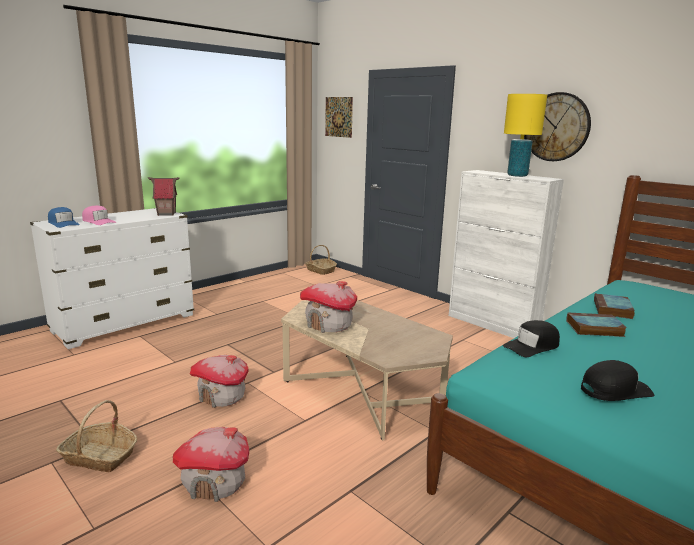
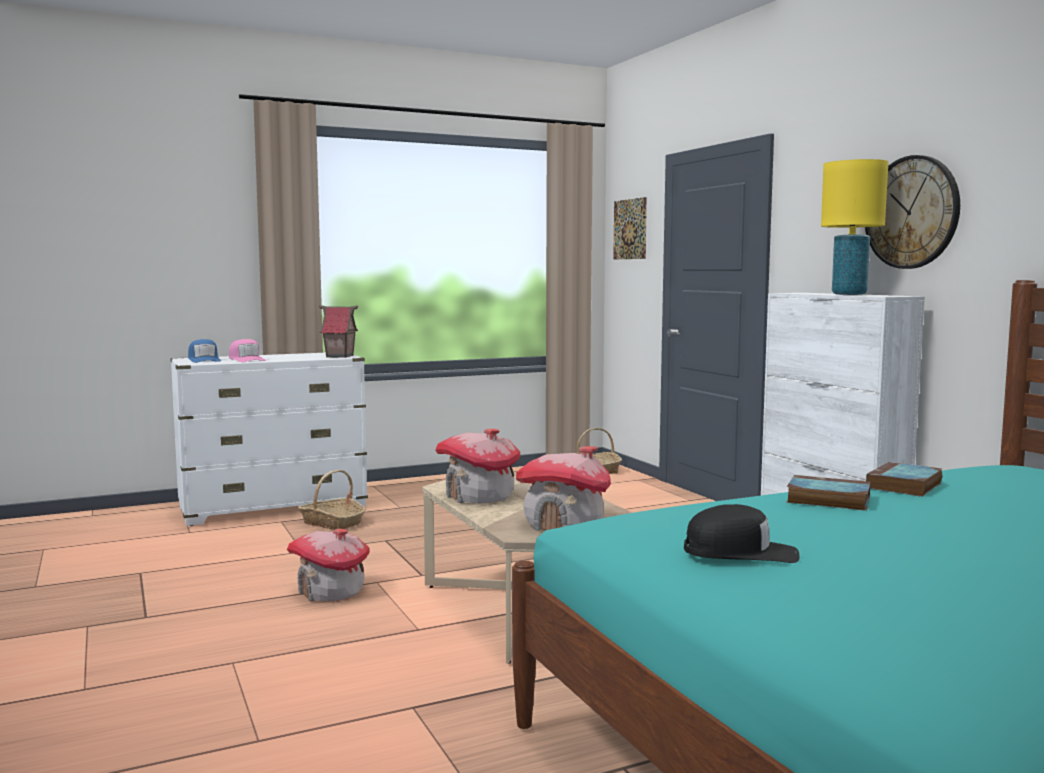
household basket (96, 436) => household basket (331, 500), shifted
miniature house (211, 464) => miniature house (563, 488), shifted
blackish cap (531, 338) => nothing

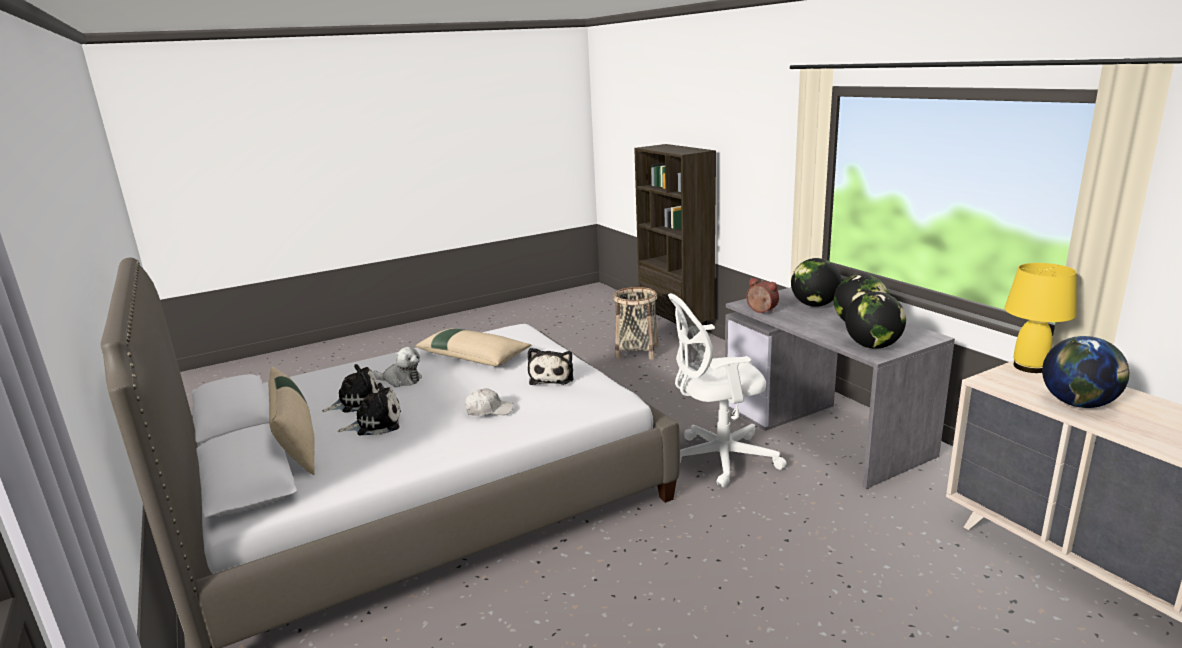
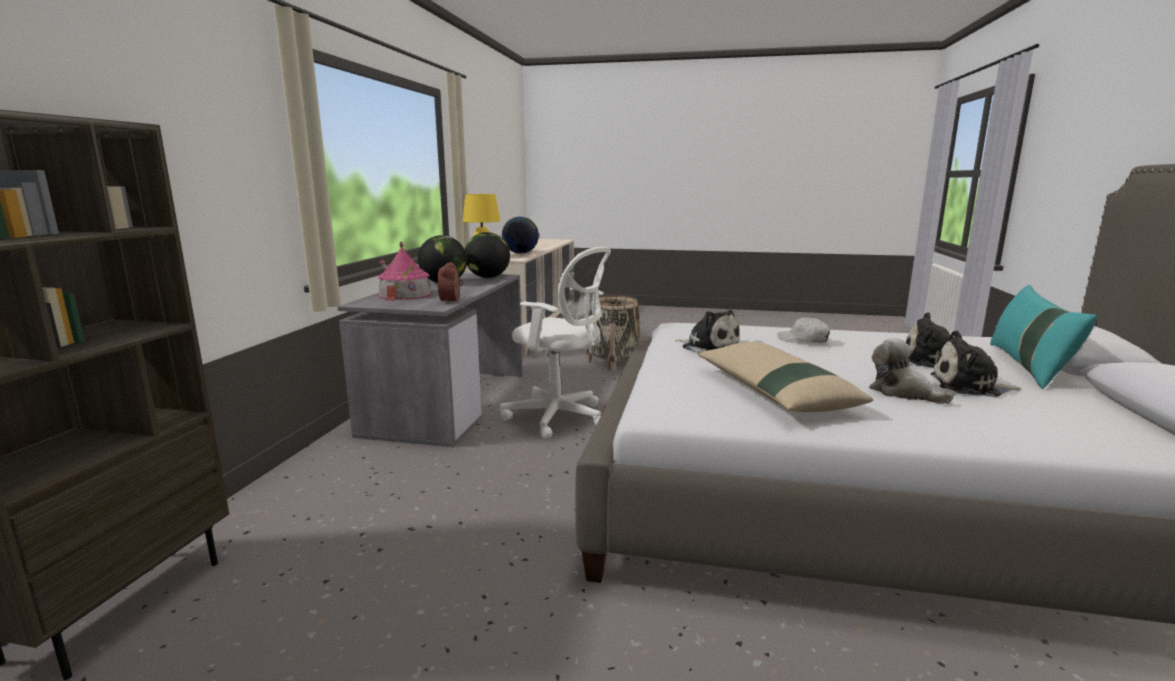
world globe (816, 282) => miniature house (405, 271)
household basket (635, 323) => household basket (613, 333), shifted
plush toy (551, 366) => plush toy (707, 332), 90 degrees clockwise
beige pillow (291, 421) => turquoise-coloured pillow (1043, 337)

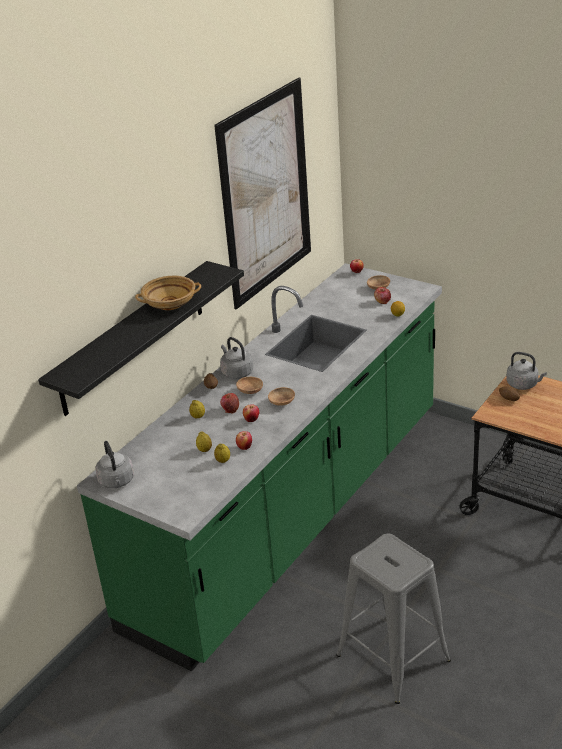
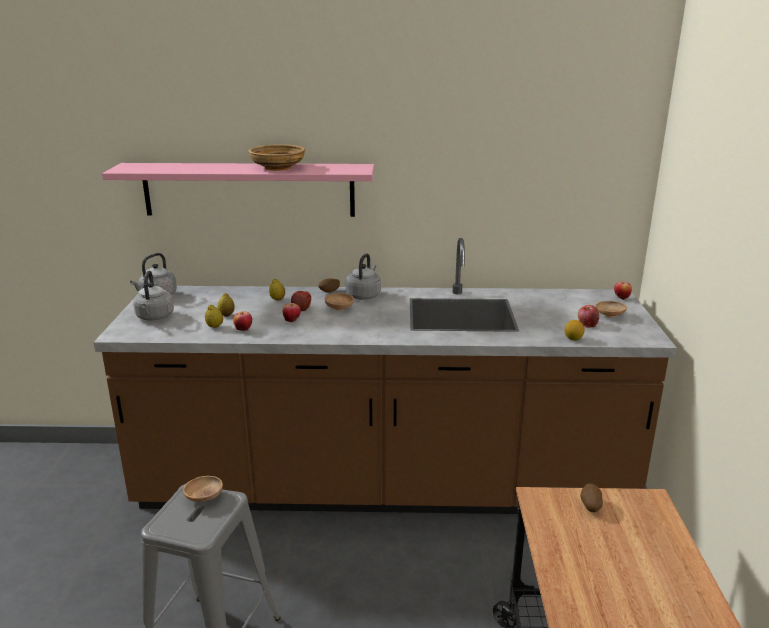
green kitchen counter (259, 467) => brownish kitchen counter (385, 376)
blackish bracket shelf (141, 338) => pink-coloured bracket shelf (238, 190)
gray tea kettle (526, 371) => gray tea kettle (153, 296), shifted
brownish serving bowl (281, 396) => brownish serving bowl (203, 489), shifted
wall art (262, 194) => nothing

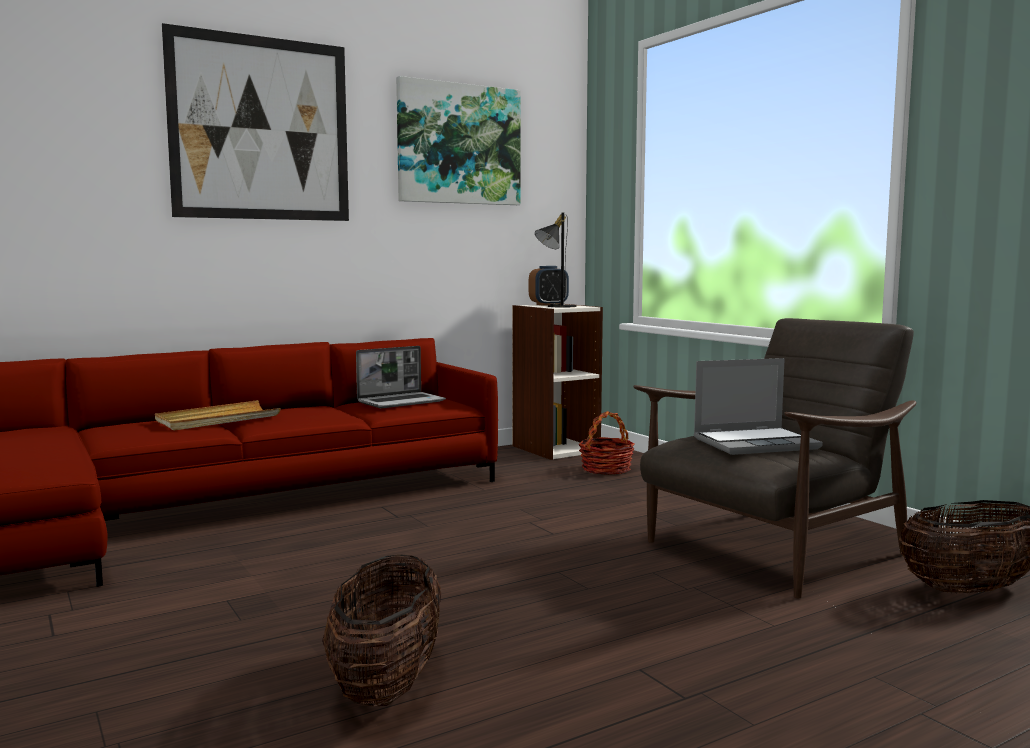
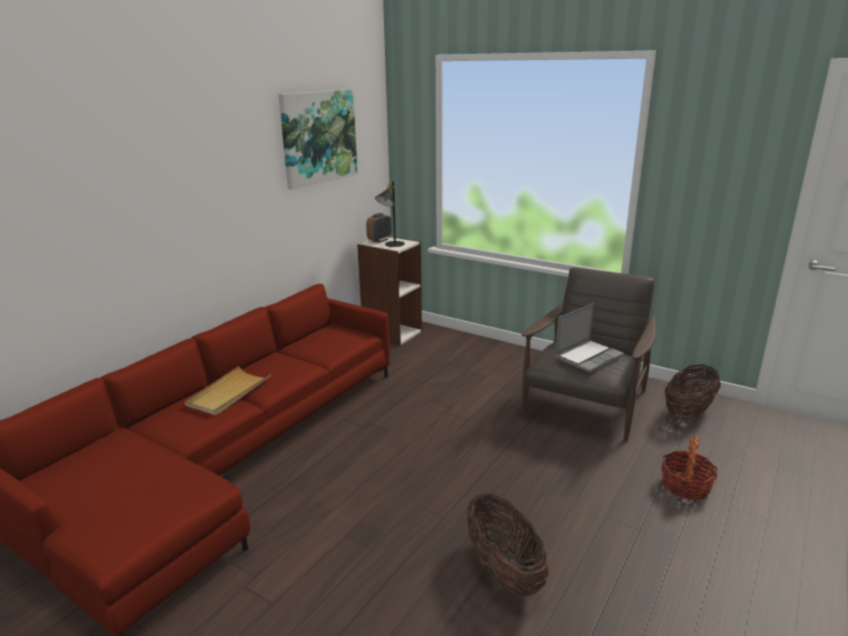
household basket (606, 443) => household basket (689, 468), shifted
wall art (255, 122) => nothing
notebook computer (401, 377) => nothing

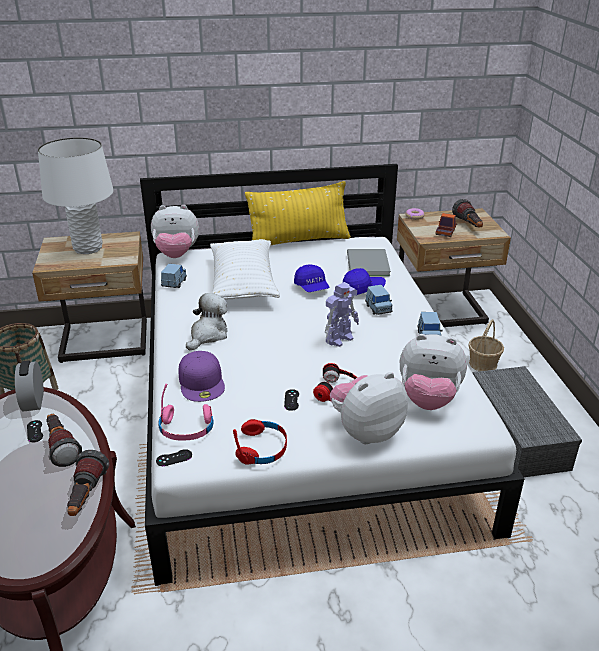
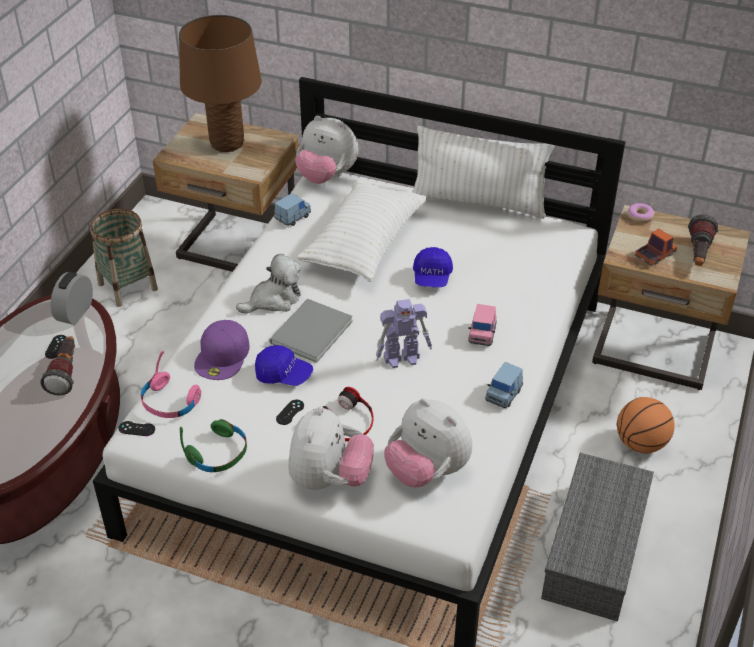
white lamp for a table (75, 196) => brownish lamp for a table (220, 83)
red headset (260, 442) => green headset (213, 445)
blue-coloured cap (364, 281) => blue-coloured cap (284, 365), shifted
gray bound book (369, 262) => gray bound book (311, 331), shifted
plush toy (369, 408) => plush toy (331, 448), 105 degrees clockwise
yellow pillow (298, 213) => white pillow (483, 172)
blue-coloured toy car (378, 300) => pink-coloured toy car (482, 325)
household basket (486, 345) => basketball (645, 425)
hand torch (88, 483) => nothing

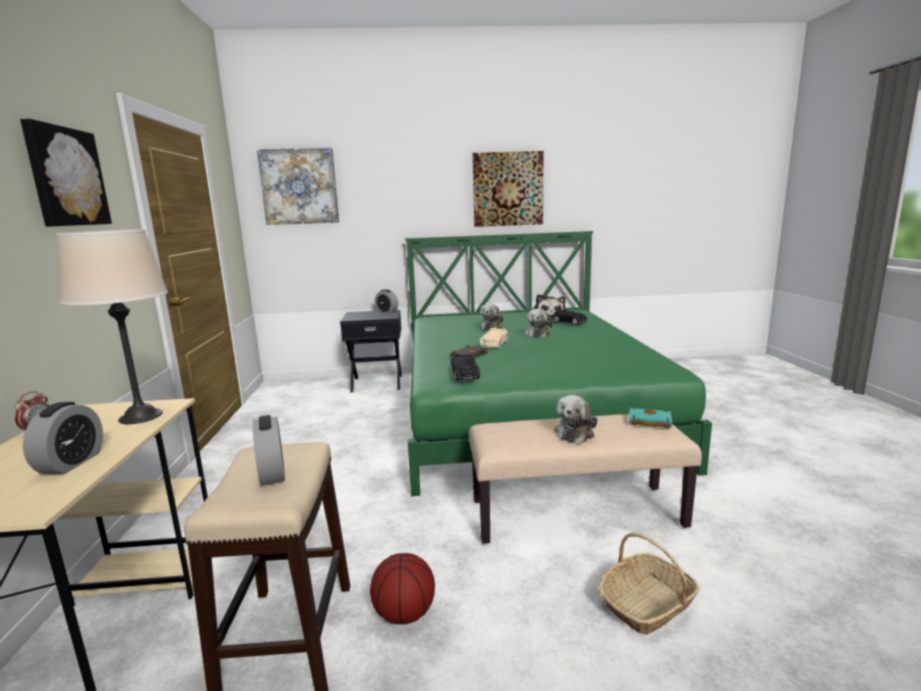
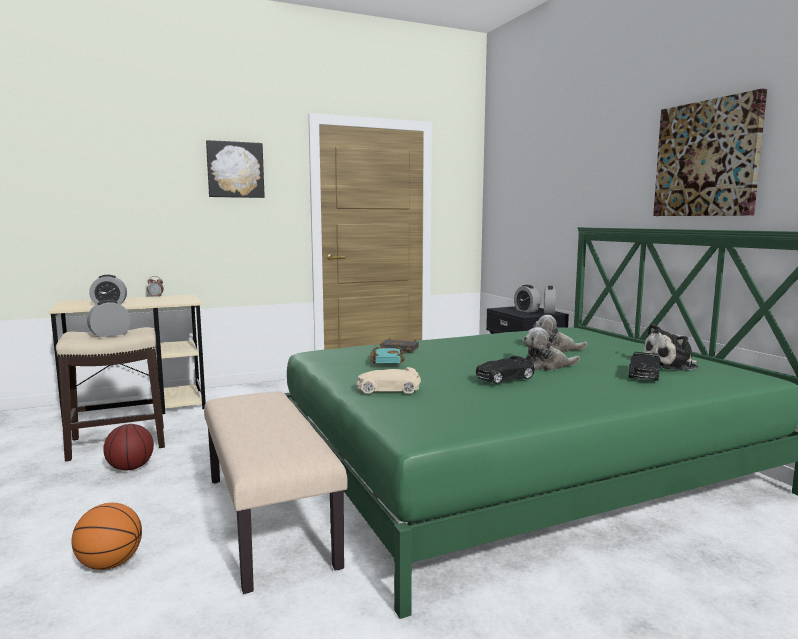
household basket (649, 583) => basketball (107, 536)
beige toy car (494, 338) => beige toy car (388, 380), shifted
turquoise-coloured bound book (650, 418) => turquoise-coloured bound book (387, 355), shifted
blackish toy car (465, 367) => blackish toy car (505, 369), shifted
nothing => alarm clock (527, 299)
beige lamp for a table (112, 326) => nothing
wall art (298, 186) => nothing
plush toy (576, 419) => nothing

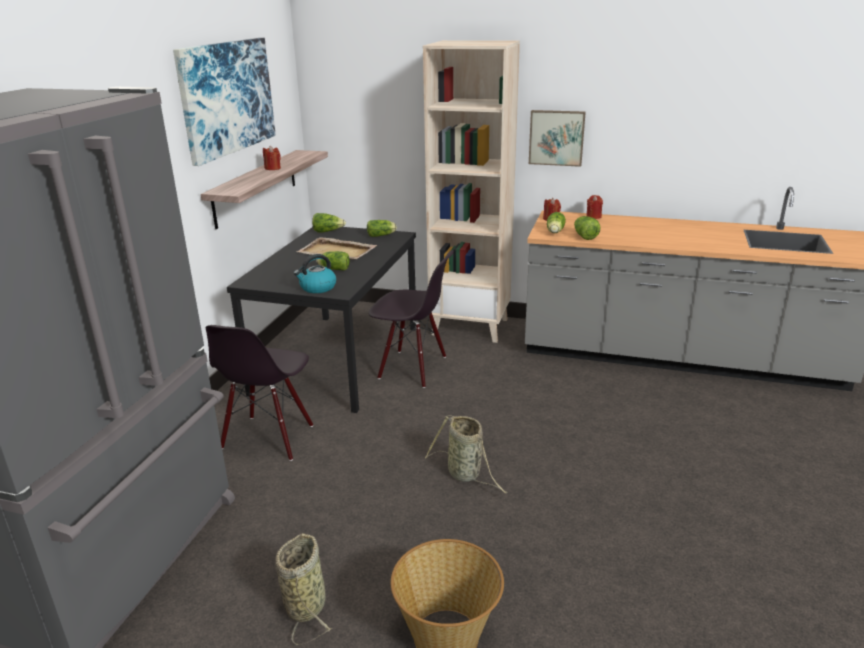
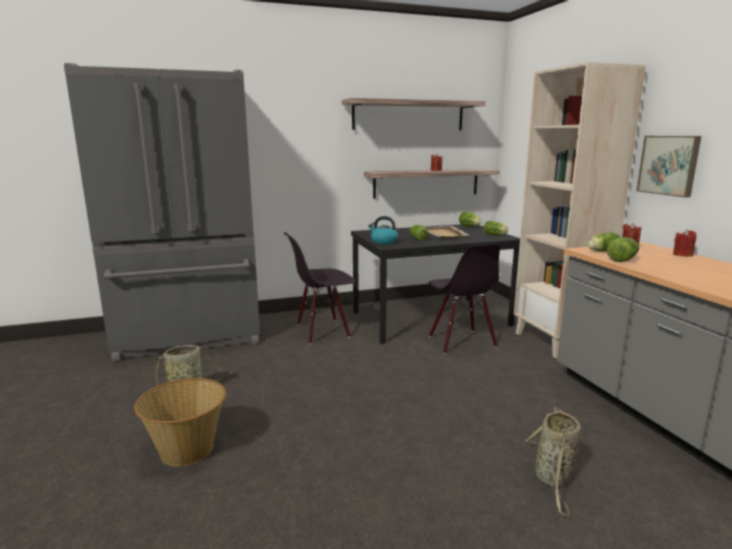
wall art (224, 102) => bracket shelf (414, 114)
household basket (466, 454) => household basket (553, 461), shifted

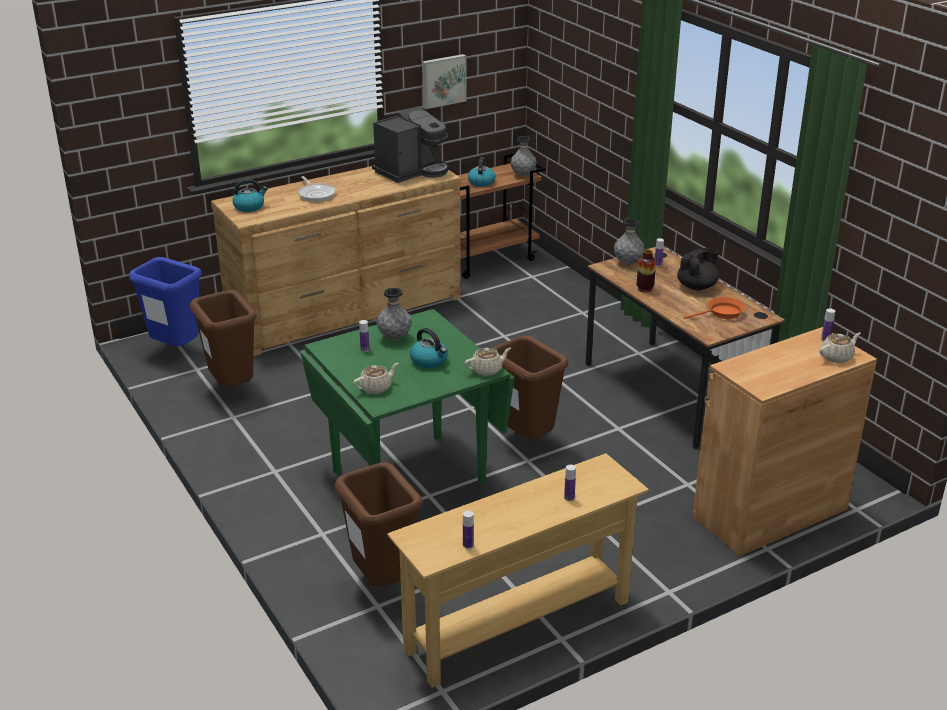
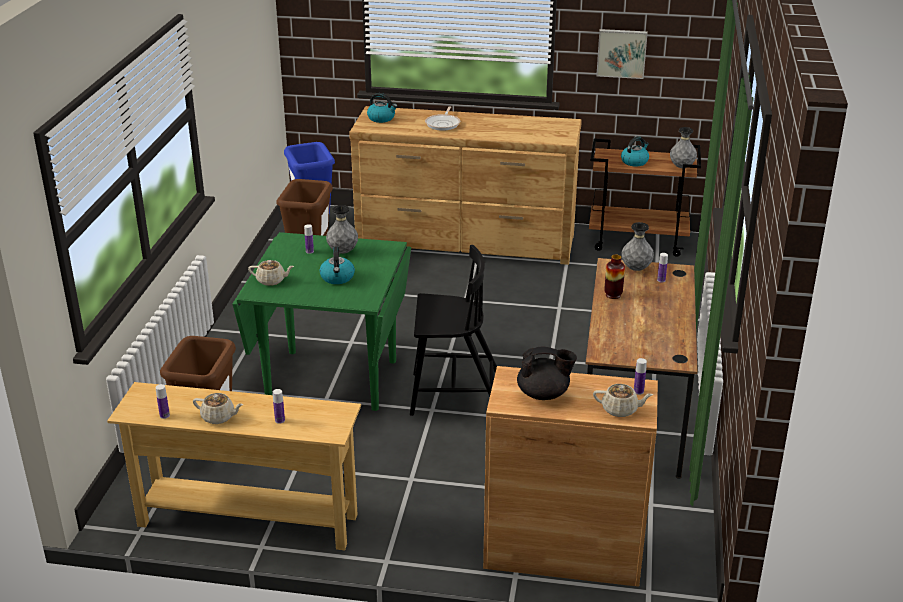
beige tea pot (488, 362) => beige tea pot (218, 408), shifted
brownish rubbish bin (530, 387) => blackish plain chair (453, 330)
blackish tea pot (698, 269) => blackish tea pot (547, 373), shifted
coffee brewer (410, 144) => nothing
orange-coloured frying pan (715, 308) => nothing

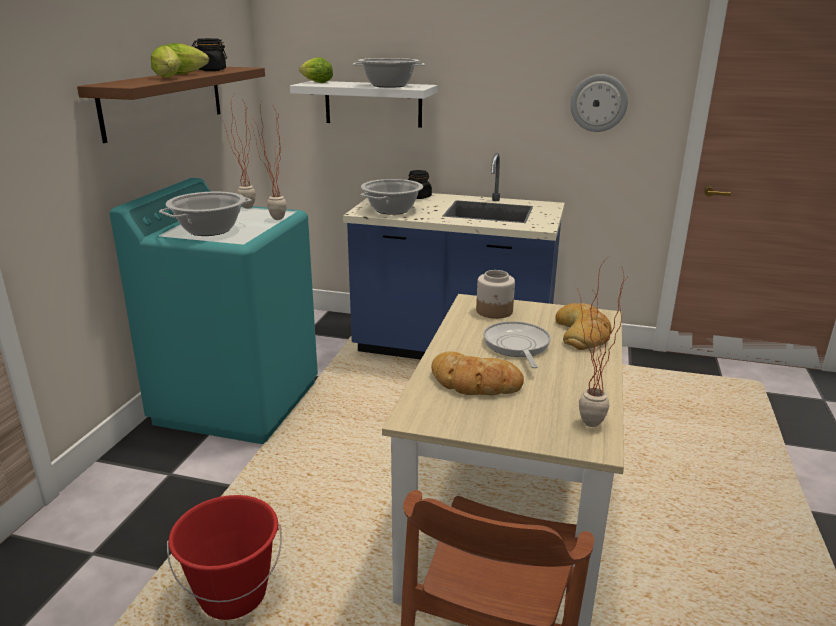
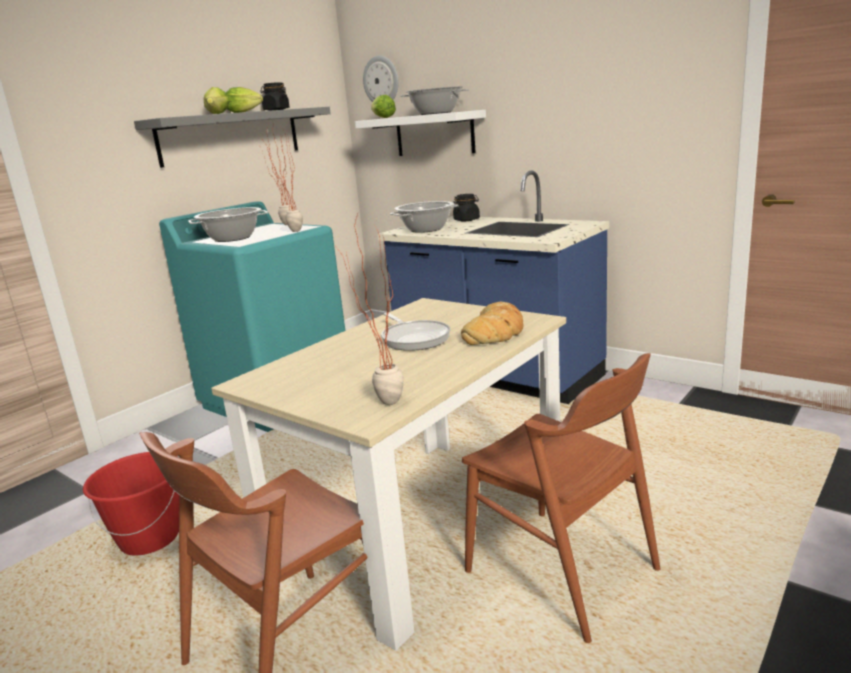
brownish bracket shelf (171, 105) => gray bracket shelf (232, 137)
wall clock (599, 103) => wall clock (381, 79), shifted
frying pan (517, 344) => frying pan (415, 332), 135 degrees clockwise
nothing => brownish plain chair (561, 498)
bread (477, 373) => nothing
storage jar (495, 294) => nothing

